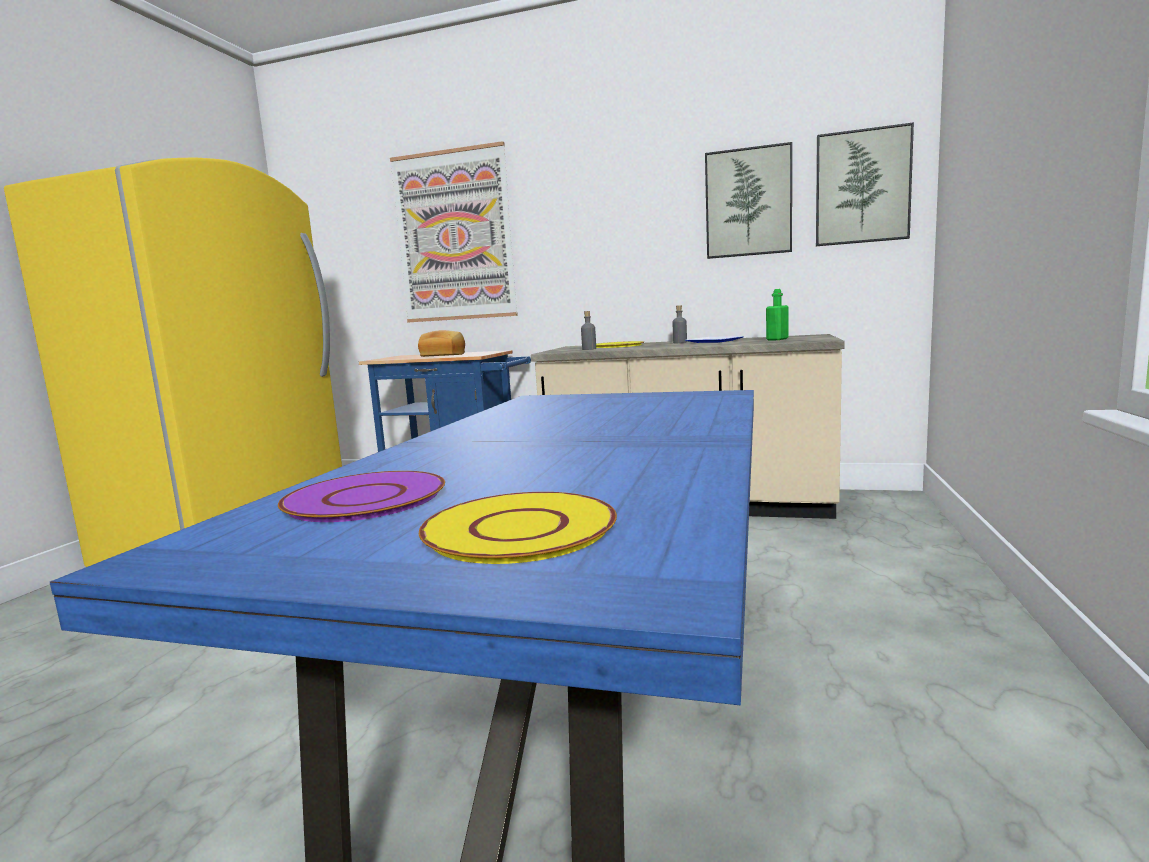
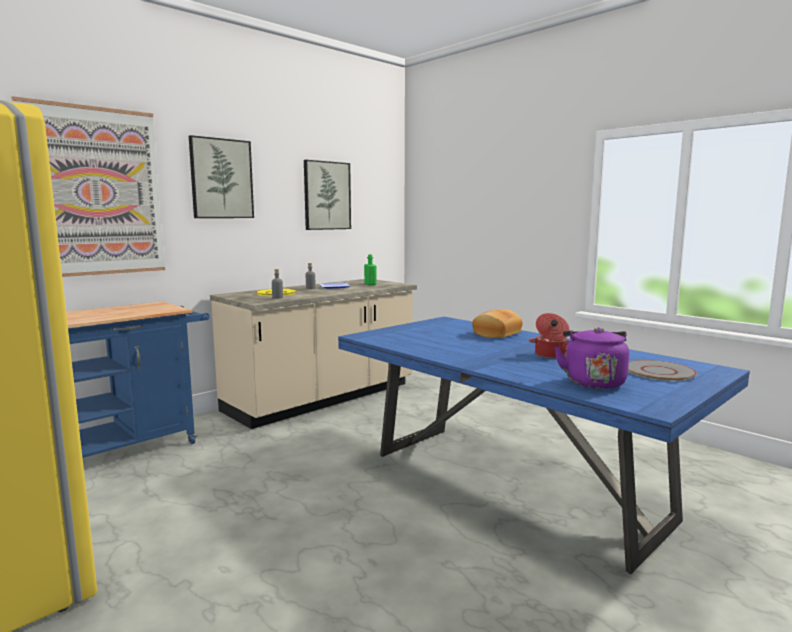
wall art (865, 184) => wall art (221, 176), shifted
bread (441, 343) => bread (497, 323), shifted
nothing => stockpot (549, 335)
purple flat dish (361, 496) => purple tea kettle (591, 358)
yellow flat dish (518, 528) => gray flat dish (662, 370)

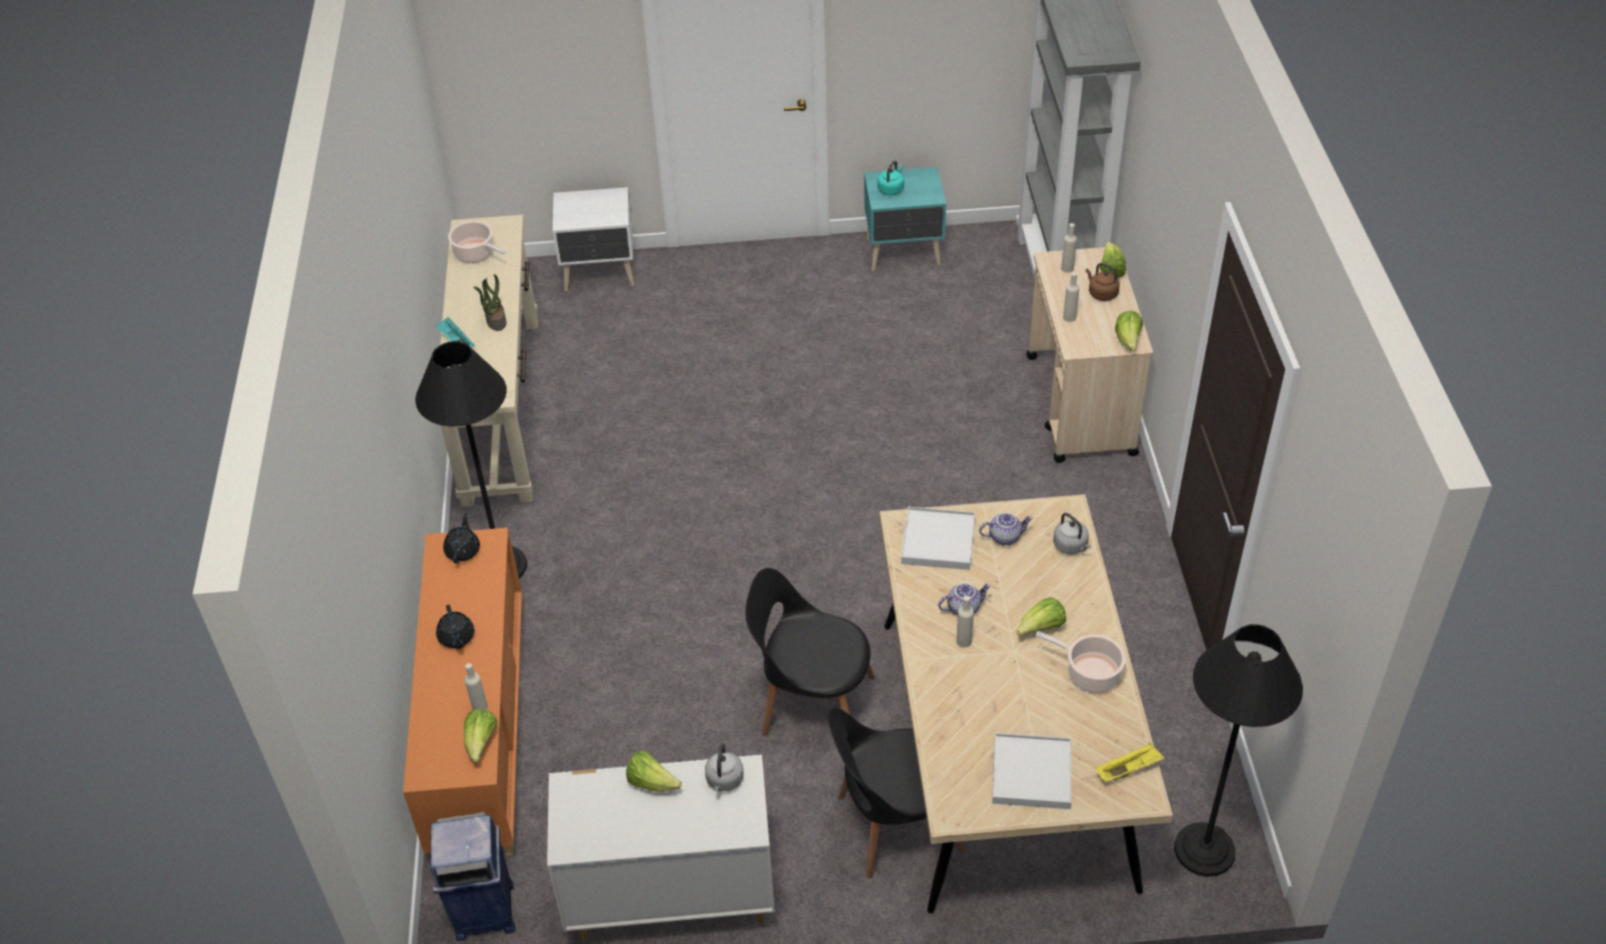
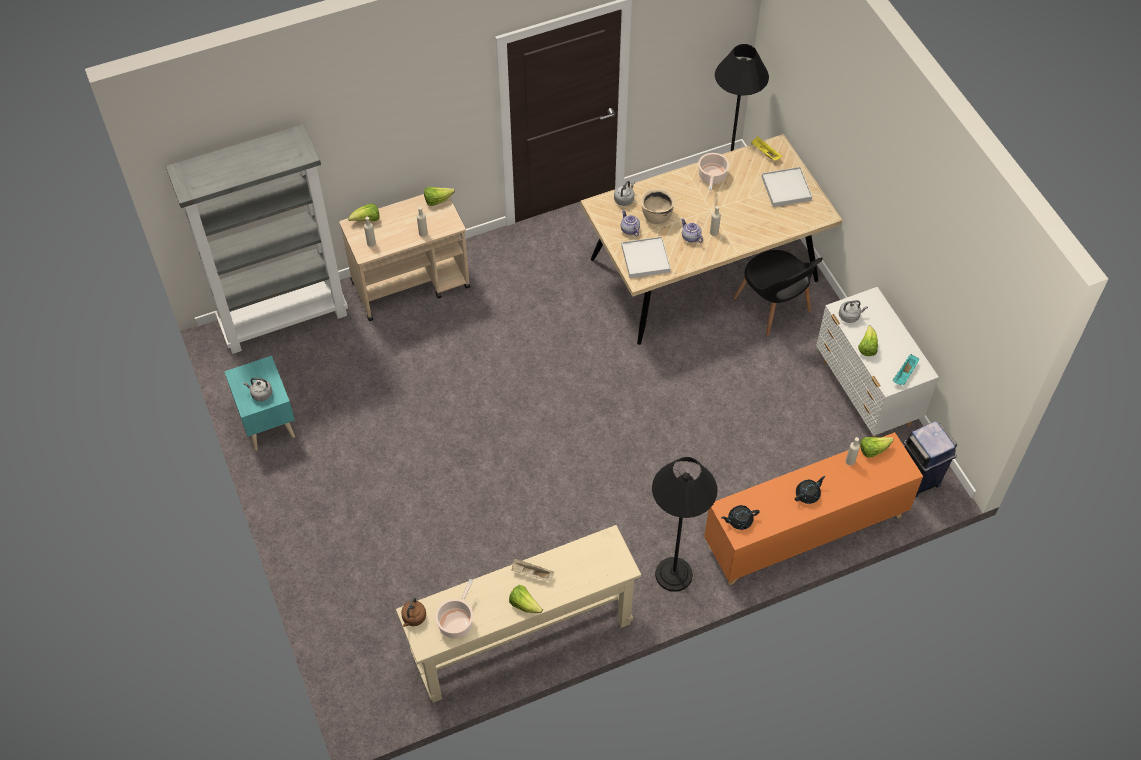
turquoise-coloured tea kettle (890, 178) => gray tea kettle (258, 389)
brownish tea kettle (1102, 282) => brownish tea kettle (413, 612), shifted
lettuce (1041, 617) => lettuce (526, 599), shifted
plant in a pot (489, 302) => beige tray (533, 570)
nothing => beige stockpot (658, 206)
turquoise-coloured tray (455, 332) => turquoise-coloured tray (906, 370), shifted
white nightstand (593, 239) => nothing
blackish plain chair (810, 651) => nothing

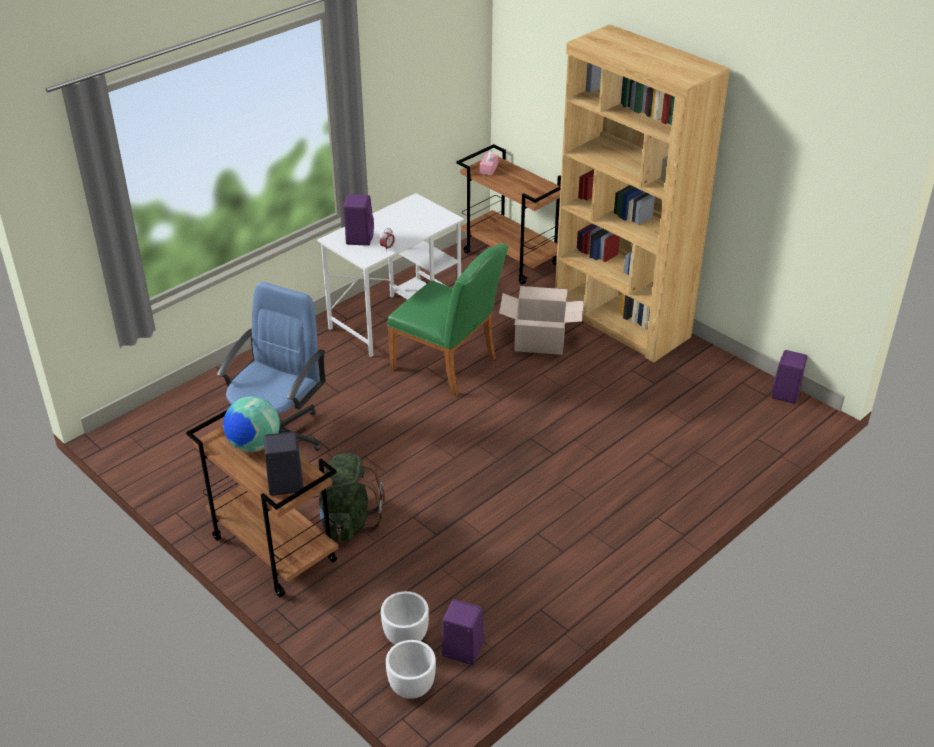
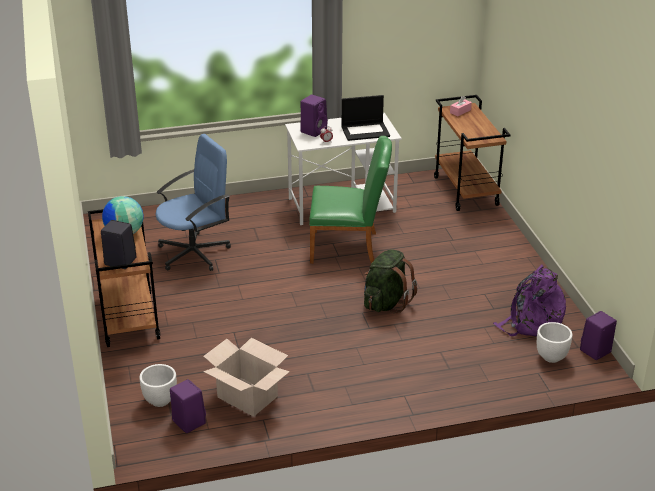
packing box (541, 320) => packing box (246, 377), shifted
green plain chair (447, 319) => green plain chair (350, 200), 60 degrees counterclockwise
nothing => notebook computer (366, 118)
green knapsack (349, 498) => green knapsack (390, 281), shifted
nothing => purple knapsack (529, 300)
white plant pot (411, 669) => white plant pot (554, 342), shifted
brownish bookcase (642, 193) => nothing

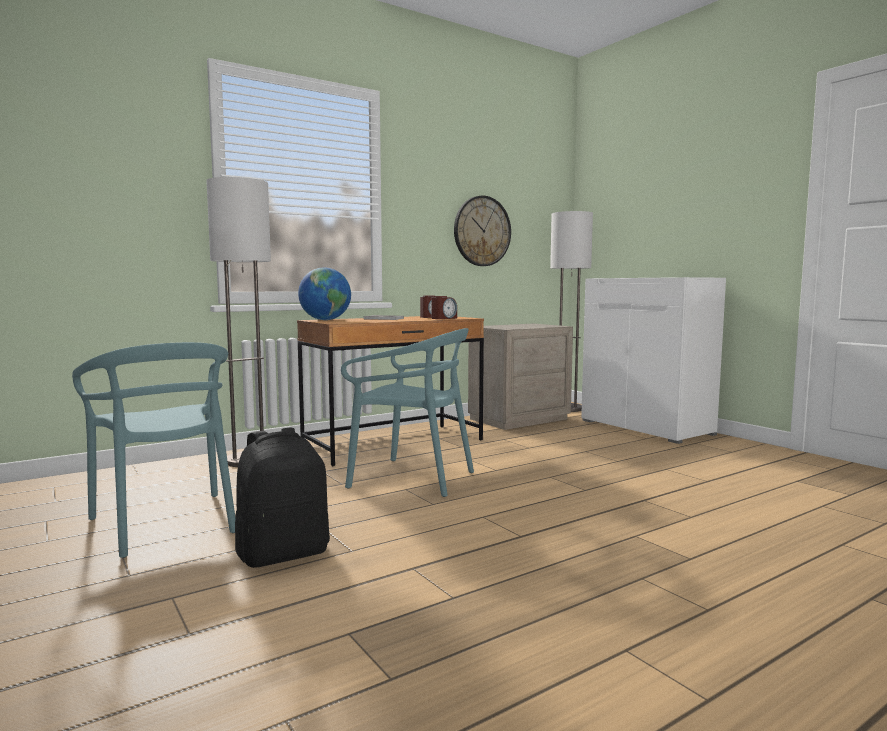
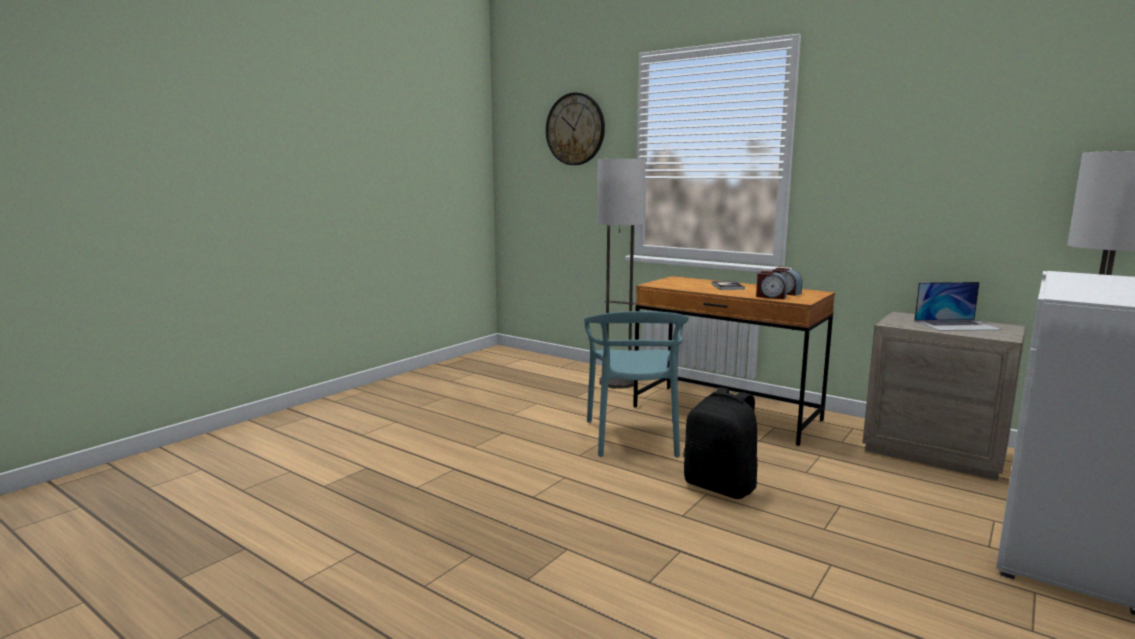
wall clock (482, 231) => wall clock (575, 128), shifted
blackish knapsack (282, 497) => blackish knapsack (720, 443), shifted
nothing => notebook computer (958, 306)
turquoise-coloured plain chair (153, 450) => nothing
world globe (324, 293) => nothing

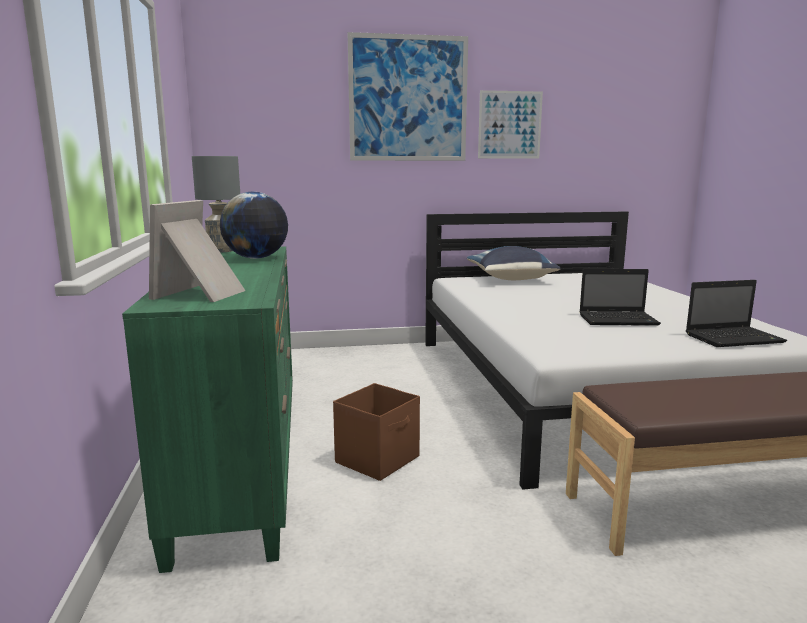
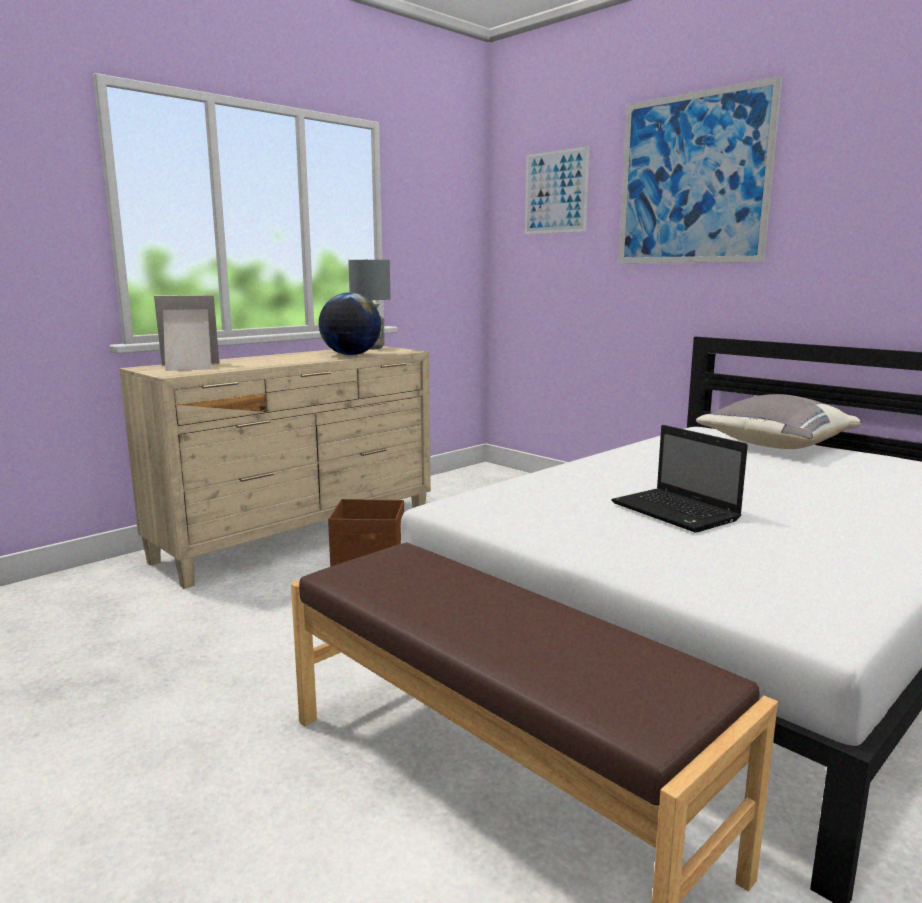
green dresser (207, 410) => beige dresser (275, 467)
wall art (510, 124) => wall art (557, 190), shifted
blue-coloured pillow (514, 263) => gray pillow (778, 421)
notebook computer (736, 313) => nothing

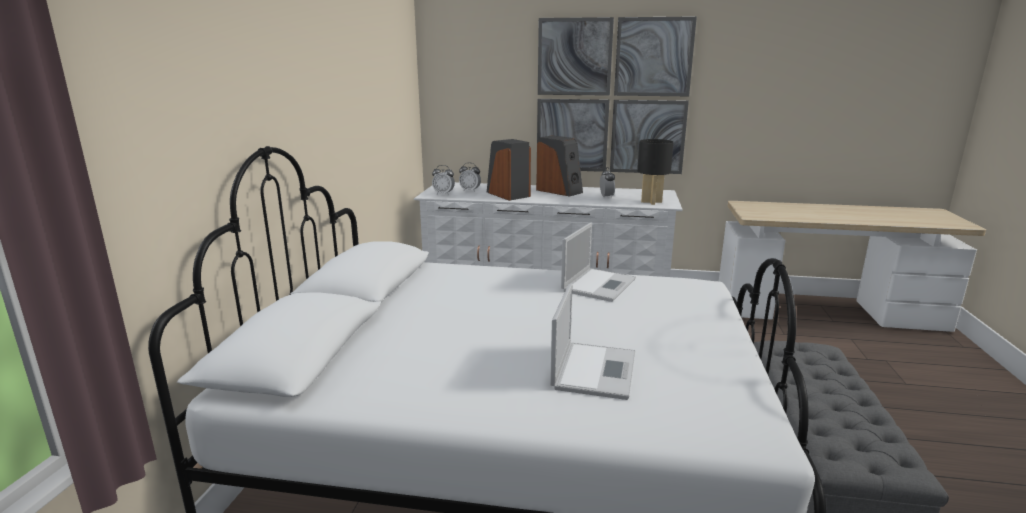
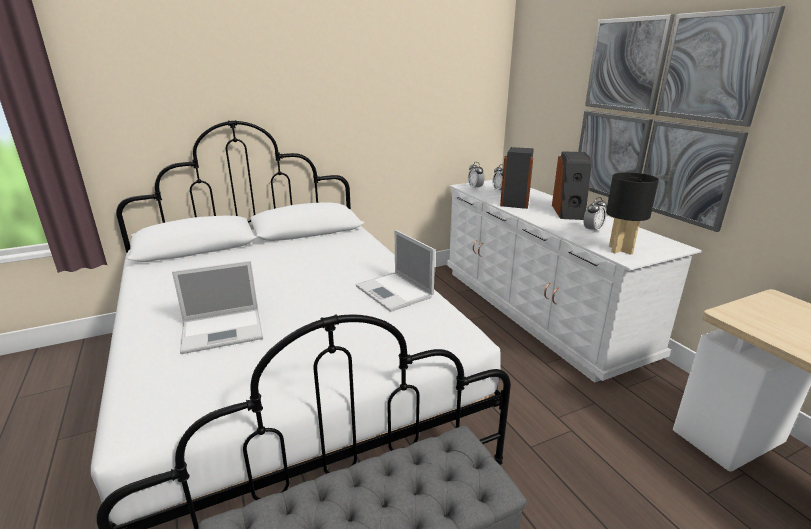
notebook computer (598, 262) => notebook computer (395, 271), 60 degrees clockwise

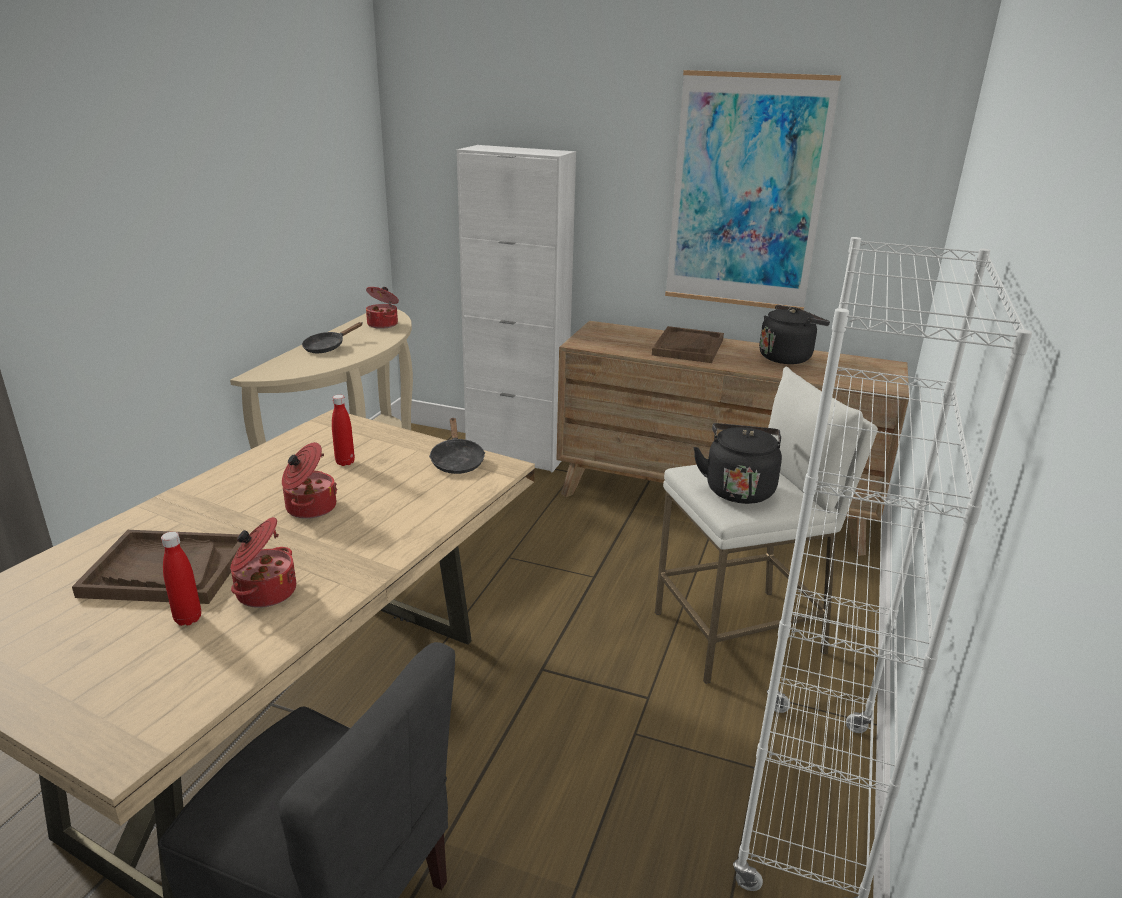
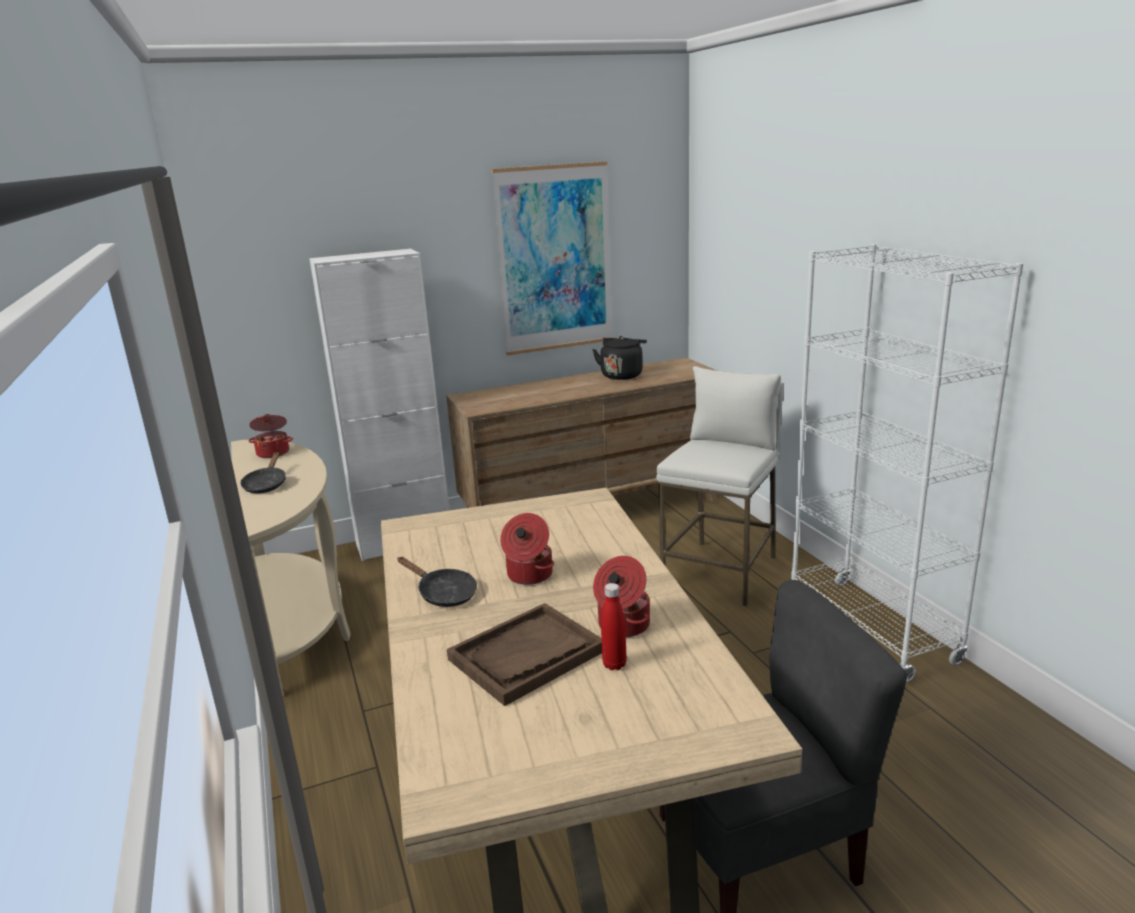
blackish frying pan (457, 446) => blackish frying pan (437, 582), shifted
red bottle (343, 430) => nothing
brownish tray (688, 344) => nothing
blackish tea kettle (737, 463) => nothing

